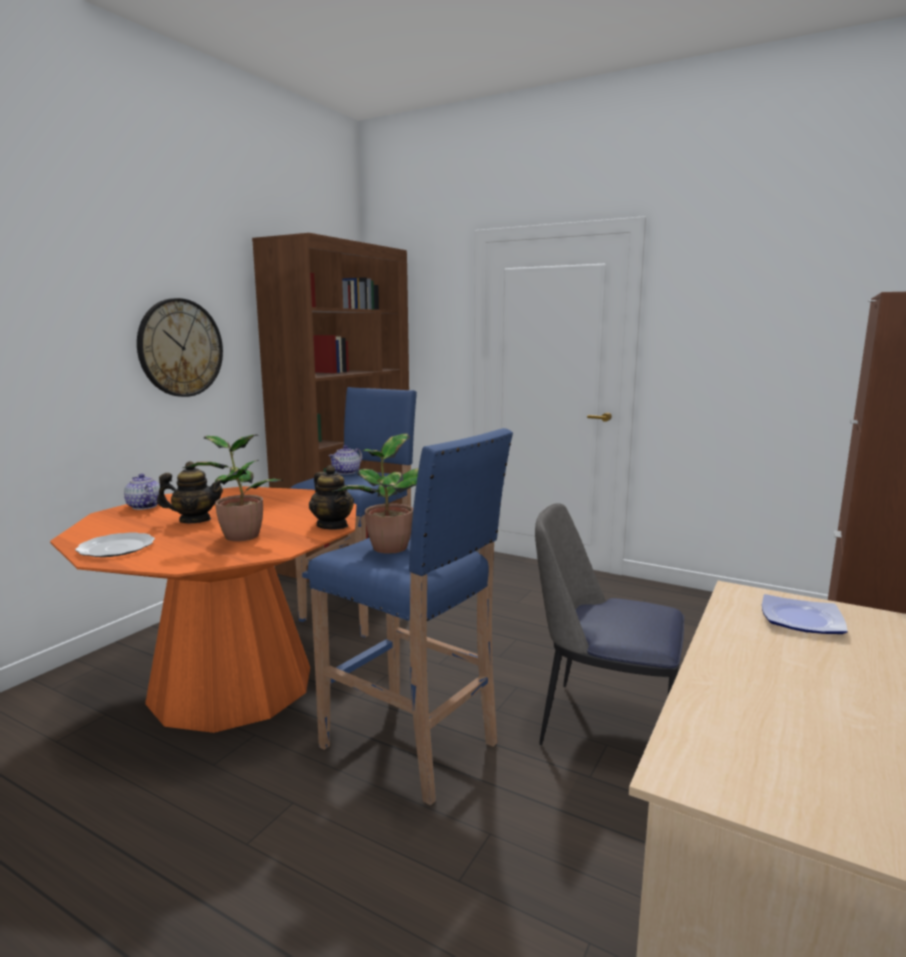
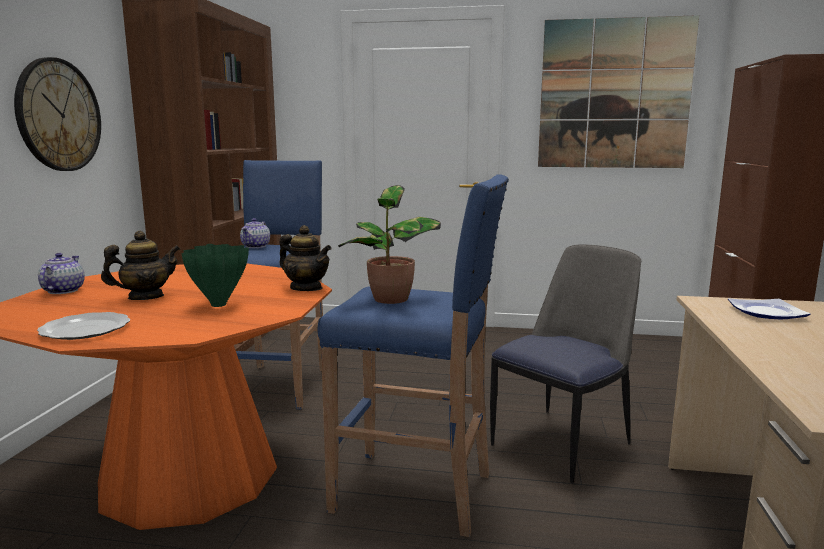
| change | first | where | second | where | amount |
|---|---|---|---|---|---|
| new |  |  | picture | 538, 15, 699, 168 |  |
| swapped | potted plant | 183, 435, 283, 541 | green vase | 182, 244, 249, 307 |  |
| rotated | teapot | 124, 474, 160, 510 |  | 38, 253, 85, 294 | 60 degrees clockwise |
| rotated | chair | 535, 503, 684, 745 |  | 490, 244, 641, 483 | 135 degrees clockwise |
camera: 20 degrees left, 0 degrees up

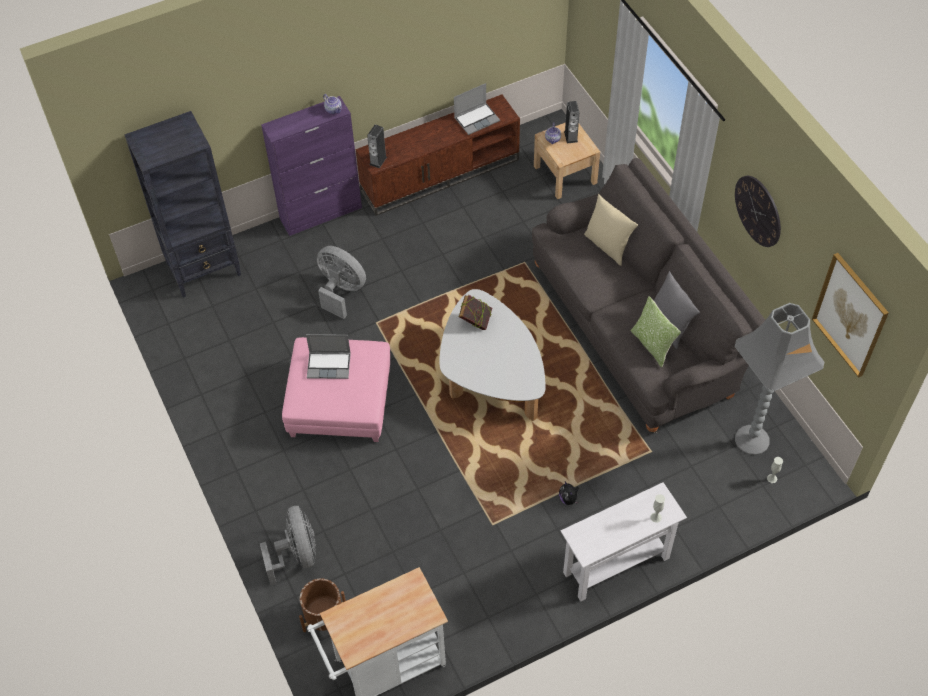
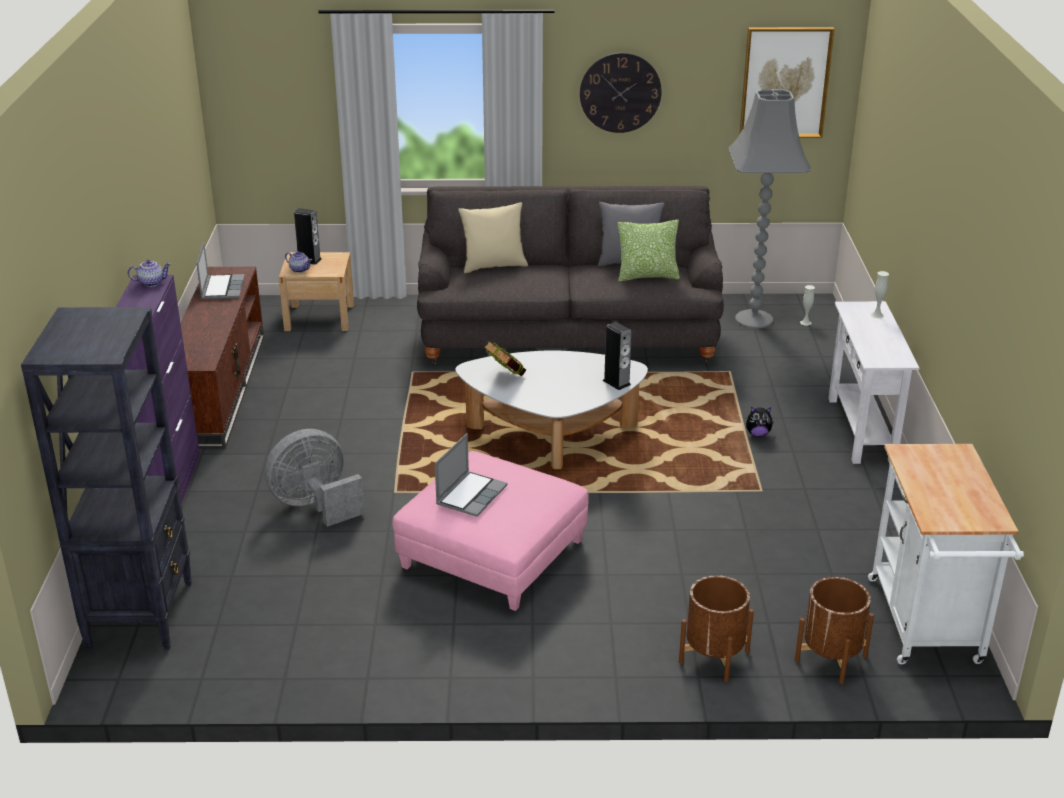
| change | first | where | second | where | amount |
|---|---|---|---|---|---|
| shifted | speaker | 367, 124, 387, 168 |  | 603, 322, 632, 390 |  |
| swapped | grey fan | 260, 506, 316, 585 | brown planter | 679, 575, 754, 682 |  |
camera: 65 degrees left, 25 degrees down

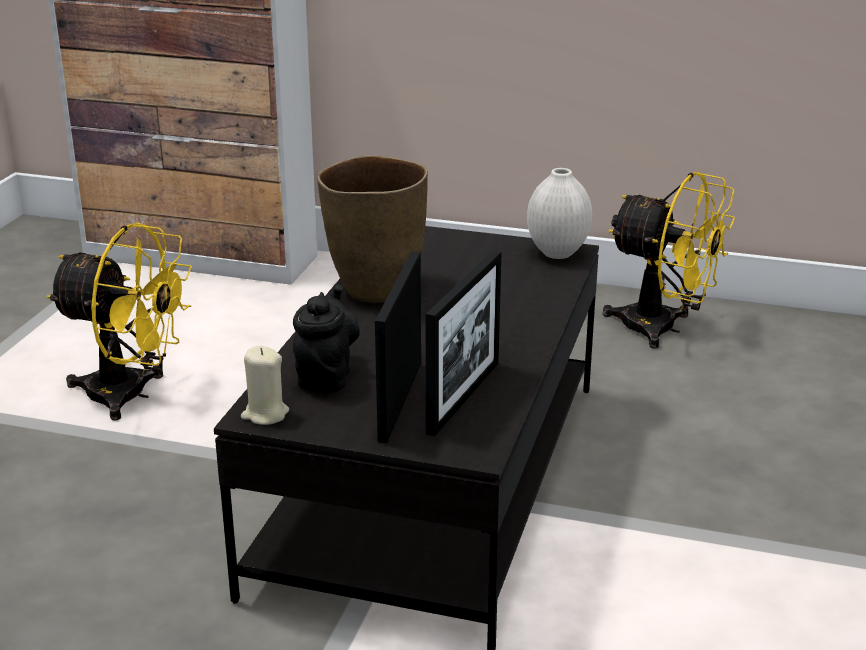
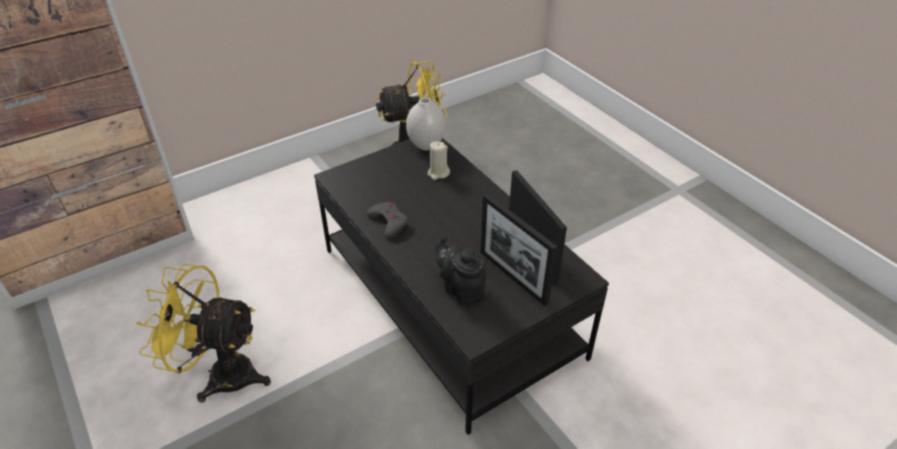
| change | first | where | second | where | amount |
|---|---|---|---|---|---|
| shifted | beige candle | 241, 345, 289, 425 |  | 427, 141, 450, 180 |  |
| swapped | brown vase | 317, 155, 428, 303 | grey game controller | 366, 202, 408, 239 |  |
| rotated | yellow fan | 46, 223, 192, 421 |  | 136, 264, 271, 402 | 135 degrees counterclockwise |
camera: 50 degrees left, 15 degrees up

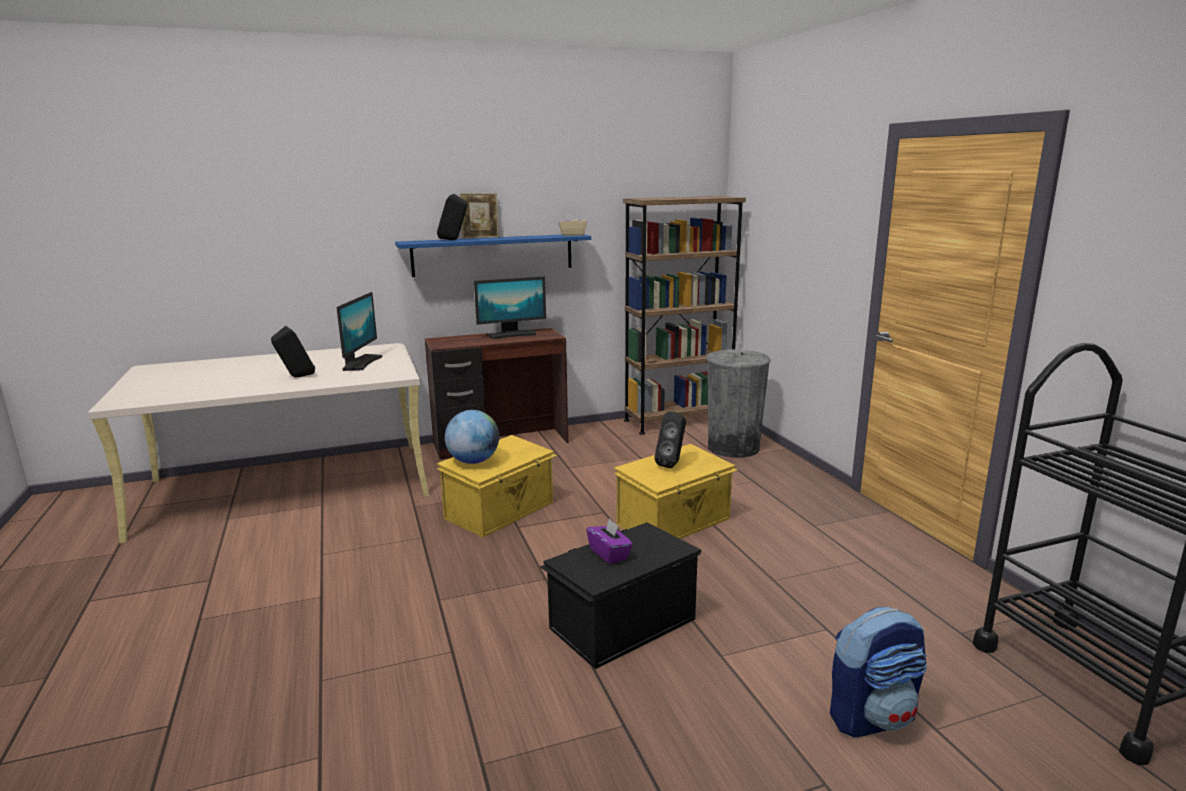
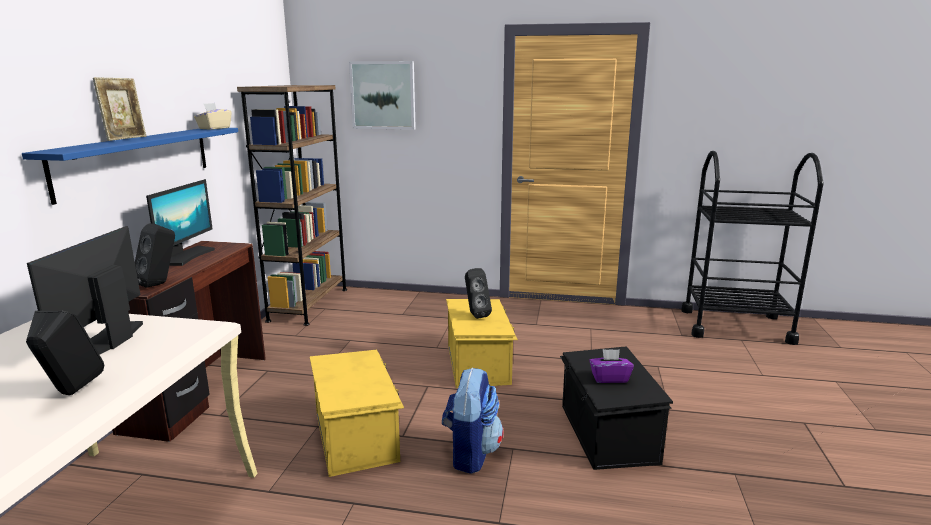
| change | first | where | second | where | amount |
|---|---|---|---|---|---|
| gone | globe | 445, 410, 499, 464 |  |  |  |
| gone | grey trash can | 706, 349, 771, 458 |  |  |  |
| new |  |  | picture | 349, 61, 416, 130 |  |
| shifted | black speaker | 437, 194, 468, 240 |  | 135, 224, 175, 288 |  |
| shifted | backpack | 830, 607, 927, 737 |  | 442, 368, 504, 474 |  |
| rotated | monitor | 337, 292, 382, 371 |  | 27, 226, 143, 355 | 120 degrees counterclockwise |
camera: 60 degrees left, 0 degrees up

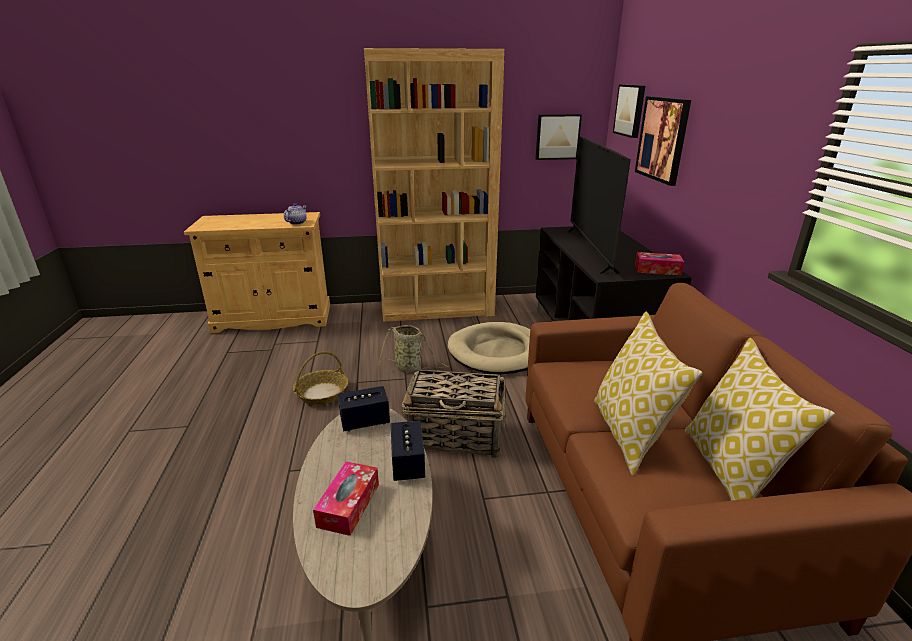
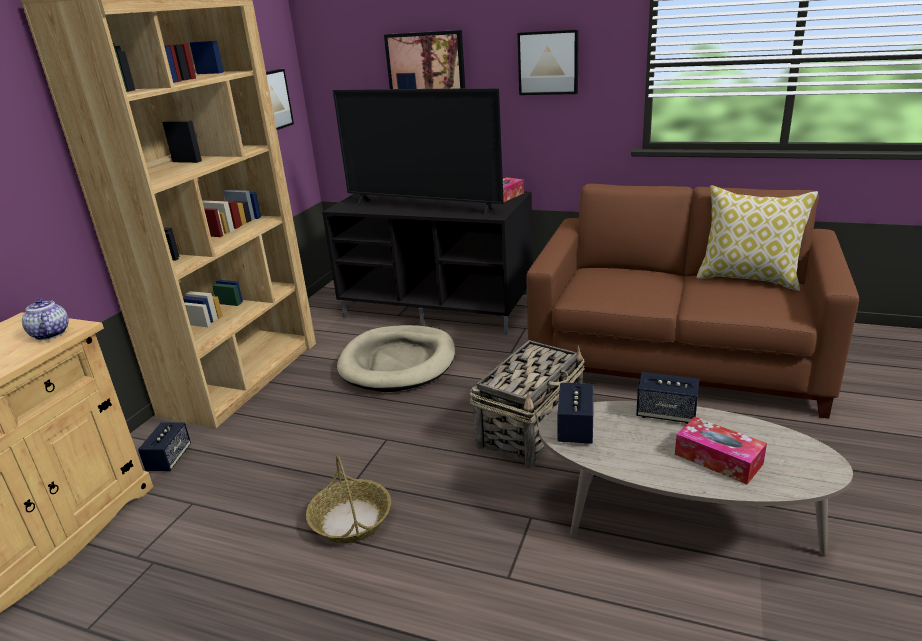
| change | first | where | second | where | amount |
|---|---|---|---|---|---|
| gone | basket | 378, 325, 449, 372 |  |  |  |
| gone | pillow | 594, 312, 703, 476 |  |  |  |
| new |  |  | speaker | 138, 423, 191, 471 |  |
| shifted | picture | 613, 84, 645, 138 |  | 518, 29, 579, 95 |  |
camera: 60 degrees left, 0 degrees up

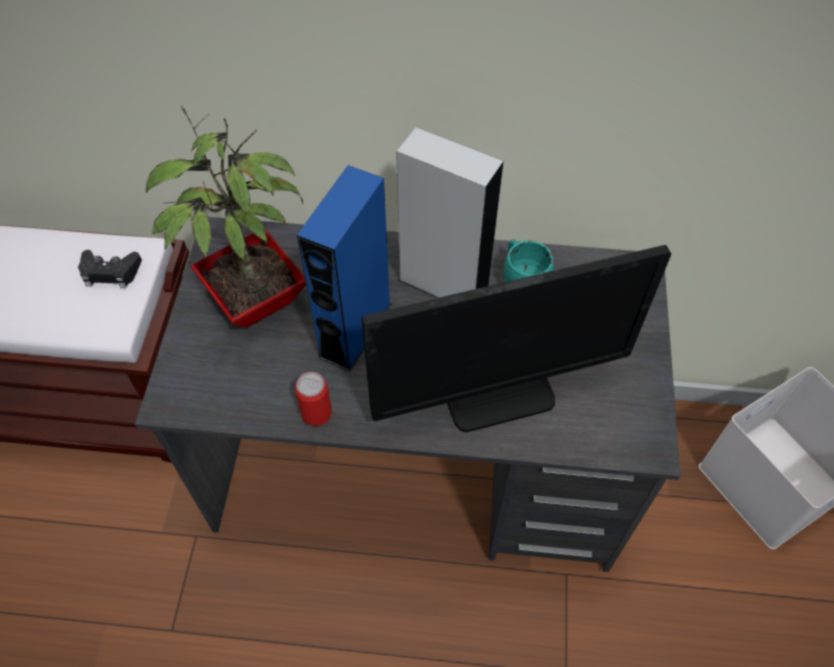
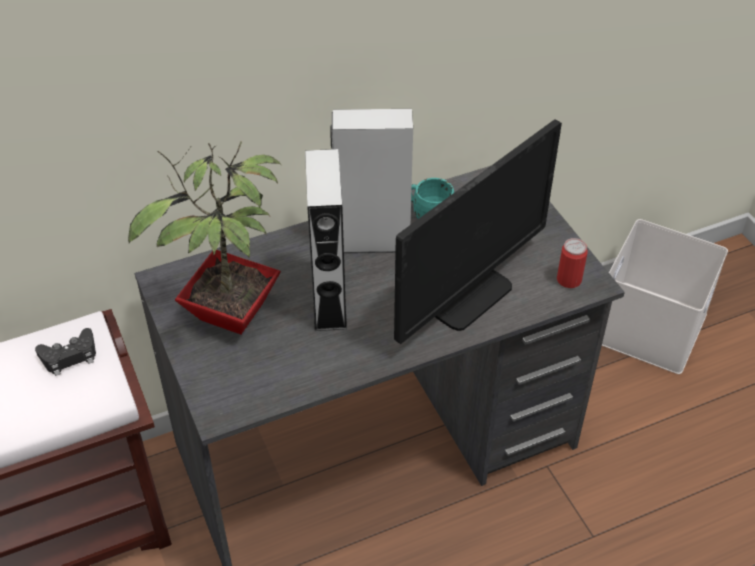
| change | first | where | second | where | amount |
|---|---|---|---|---|---|
| shifted | can | 295, 372, 332, 426 |  | 557, 238, 588, 288 |  |
| repainted | blue speaker | 297, 165, 391, 372 | grey speaker | 305, 149, 347, 331 |  |
camera: 30 degrees left, 10 degrees down

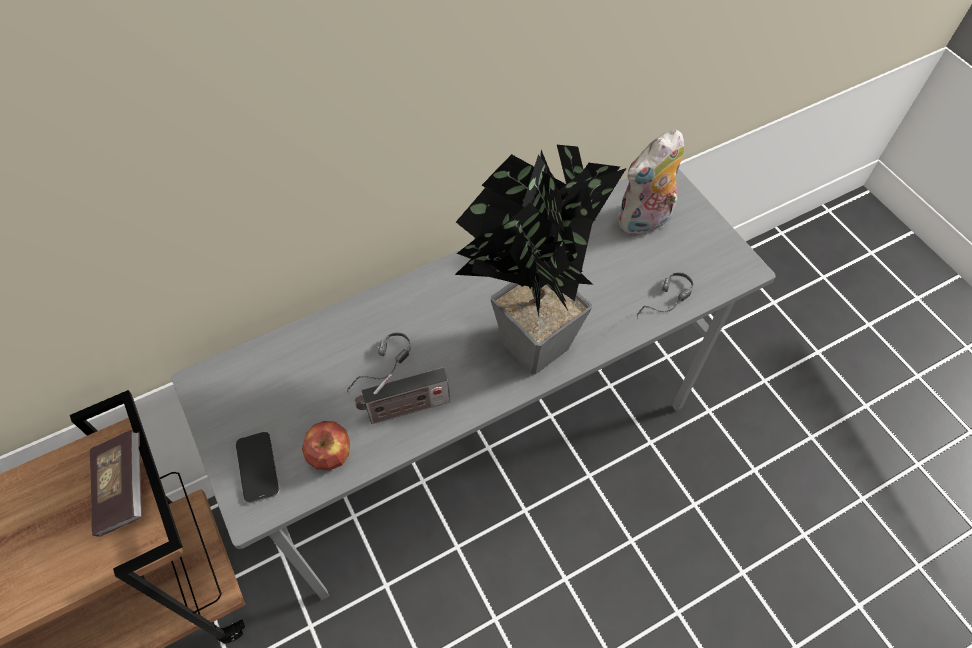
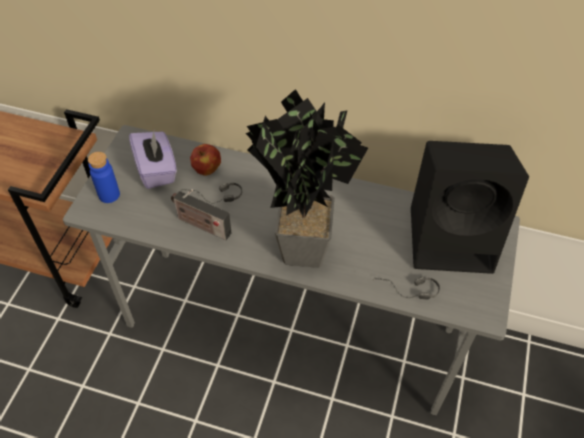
| change | first | where | second | where | amount |
|---|---|---|---|---|---|
| gone | book | 90, 430, 143, 537 |  |  |  |
| new |  |  | purple tissue box | 129, 131, 177, 189 |  |
| shifted | apple | 302, 421, 350, 470 |  | 190, 144, 221, 176 |  |
| swapped | phone | 236, 432, 280, 503 | blue bottle | 88, 152, 120, 203 |  |
| swapped | plush toy | 618, 130, 684, 238 | black speaker | 411, 141, 529, 274 |  |
camera: 45 degrees right, 5 degrees down

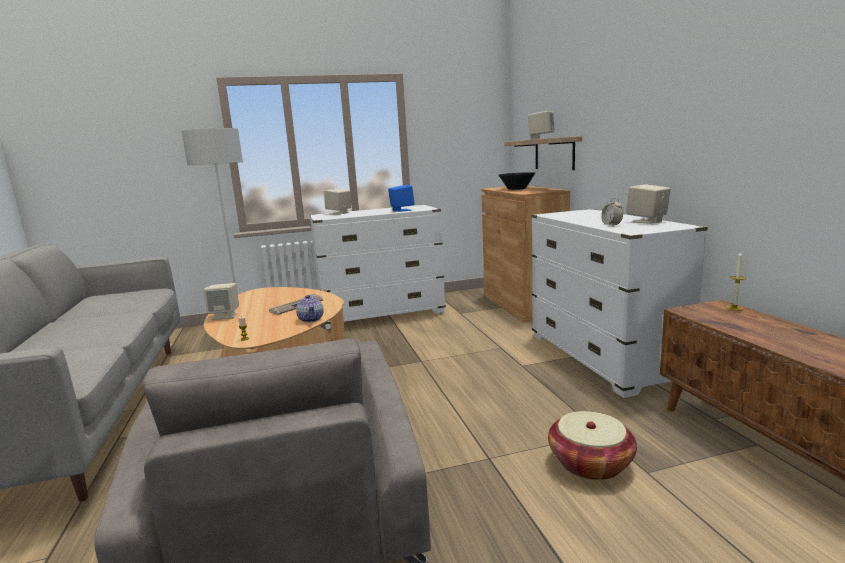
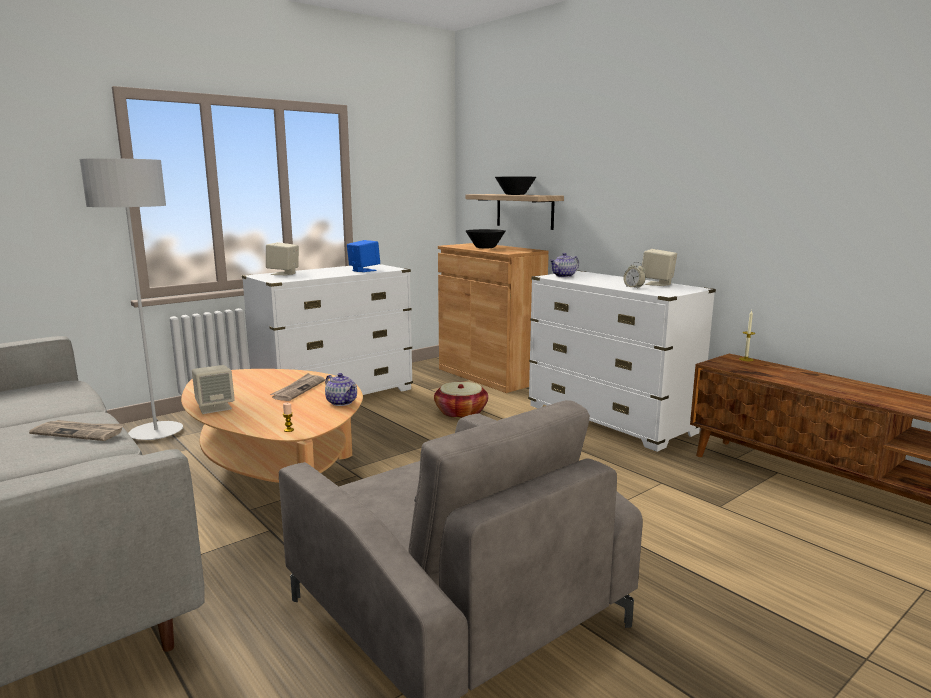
| change | first | where | second | where | amount |
|---|---|---|---|---|---|
| new |  |  | newspaper | 29, 420, 125, 441 |  |
| new |  |  | teapot | 549, 253, 579, 277 |  |
| shifted | basket | 548, 411, 637, 480 |  | 434, 382, 488, 419 |  |
| swapped | beige speaker | 528, 111, 555, 139 | black bowl | 495, 177, 536, 195 |  |
camera: 25 degrees left, 0 degrees up

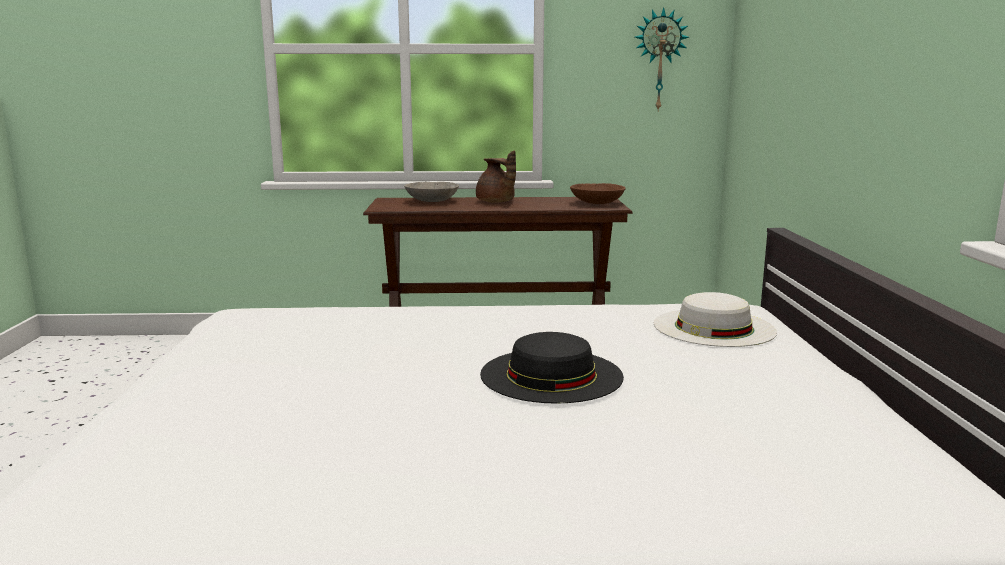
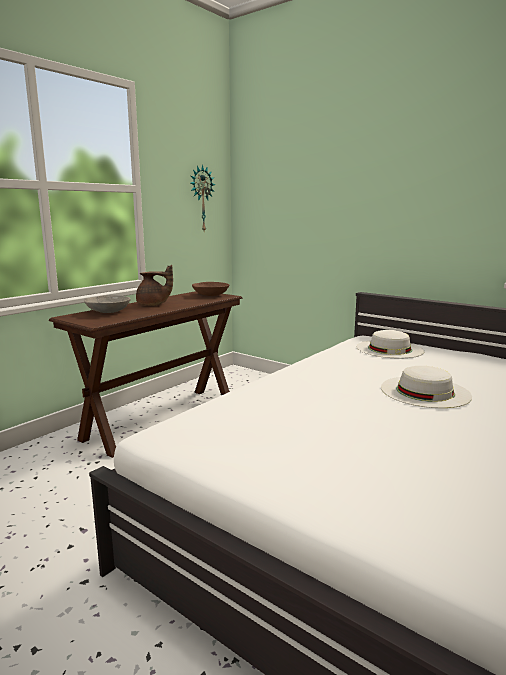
| change | first | where | second | where | amount |
|---|---|---|---|---|---|
| repainted | black hat | 480, 332, 624, 404 | white hat | 381, 366, 472, 408 |  |
camera: 50 degrees left, 0 degrees up

